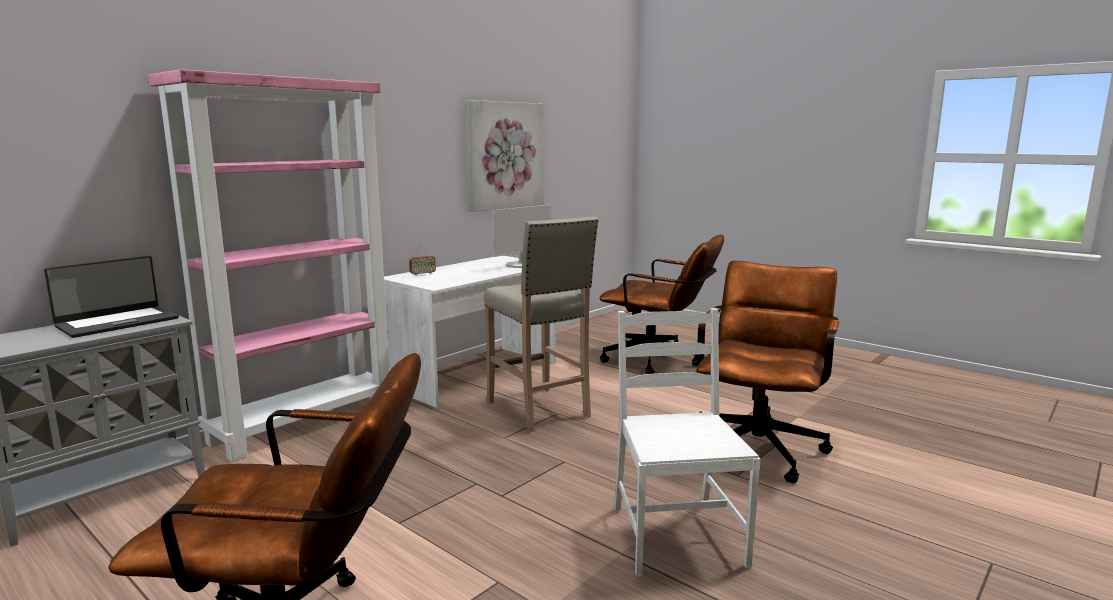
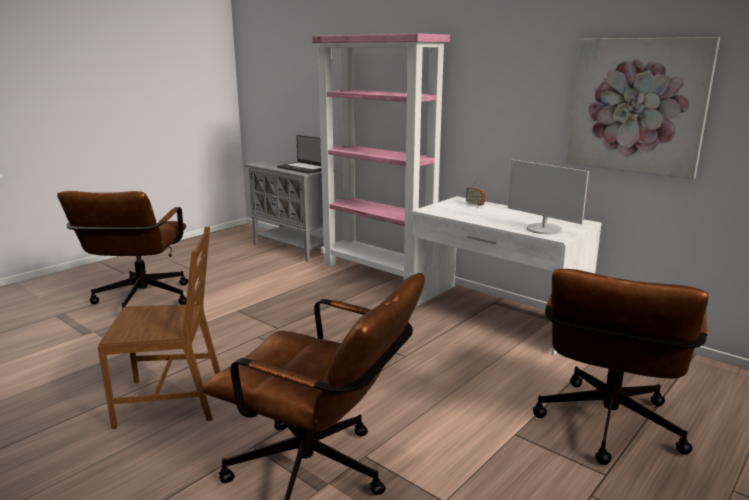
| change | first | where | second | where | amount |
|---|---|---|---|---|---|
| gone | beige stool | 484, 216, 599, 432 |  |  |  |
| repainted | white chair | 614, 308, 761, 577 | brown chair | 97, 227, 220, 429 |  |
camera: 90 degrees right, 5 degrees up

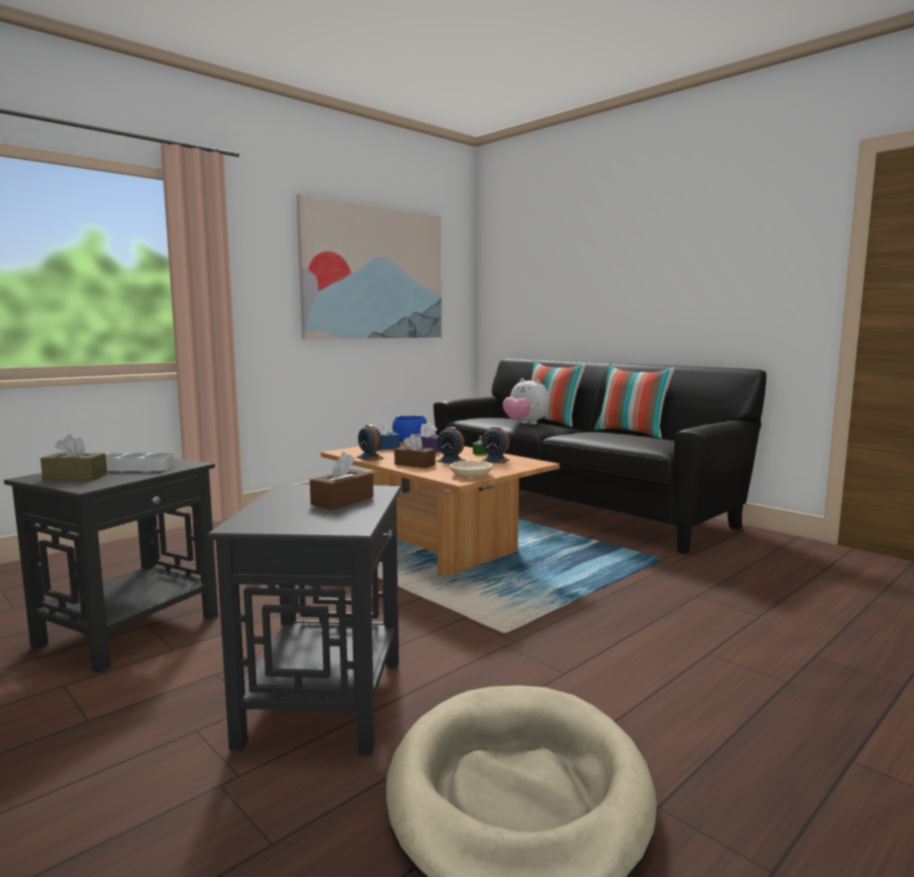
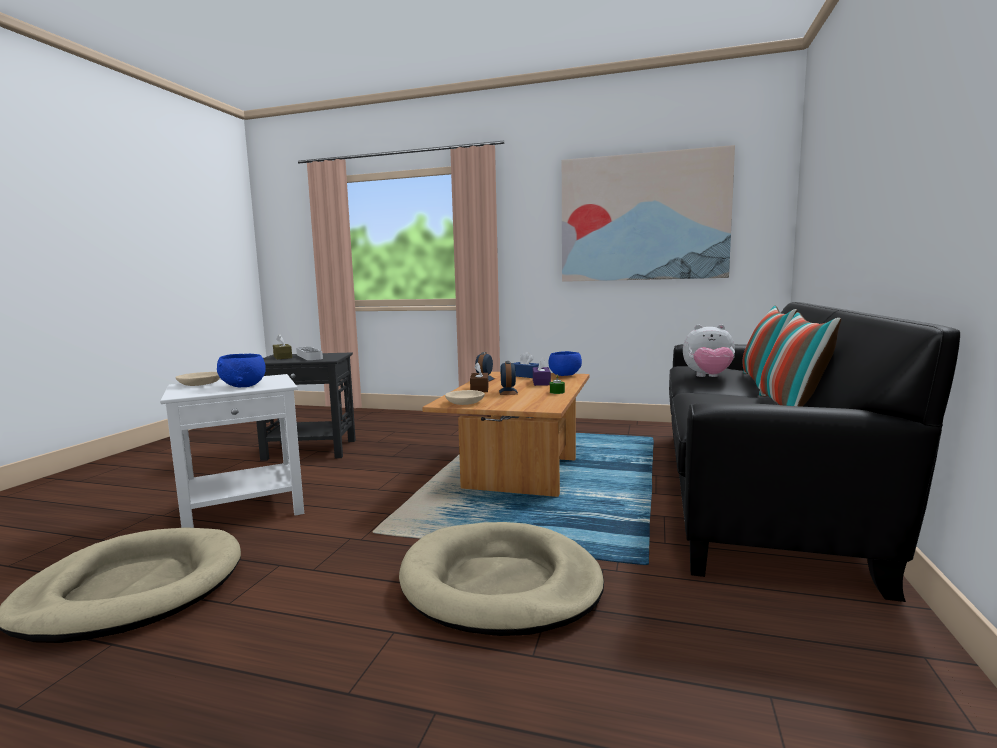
| change | first | where | second | where | amount |
|---|---|---|---|---|---|
| gone | alarm clock | 482, 426, 510, 464 |  |  |  |
| new |  |  | beige bowl | 175, 372, 220, 386 |  |
| new |  |  | beige dog bed | 399, 522, 604, 636 |  |
| swapped | brown tissue box | 310, 452, 374, 510 | blue bowl | 217, 354, 266, 387 |  |
| repainted | black side table | 207, 484, 401, 755 | white side table | 160, 374, 304, 528 |  |
| rotated | plush toy | 503, 378, 549, 424 |  | 683, 324, 735, 377 | 90 degrees counterclockwise |
camera: 60 degrees right, 0 degrees up

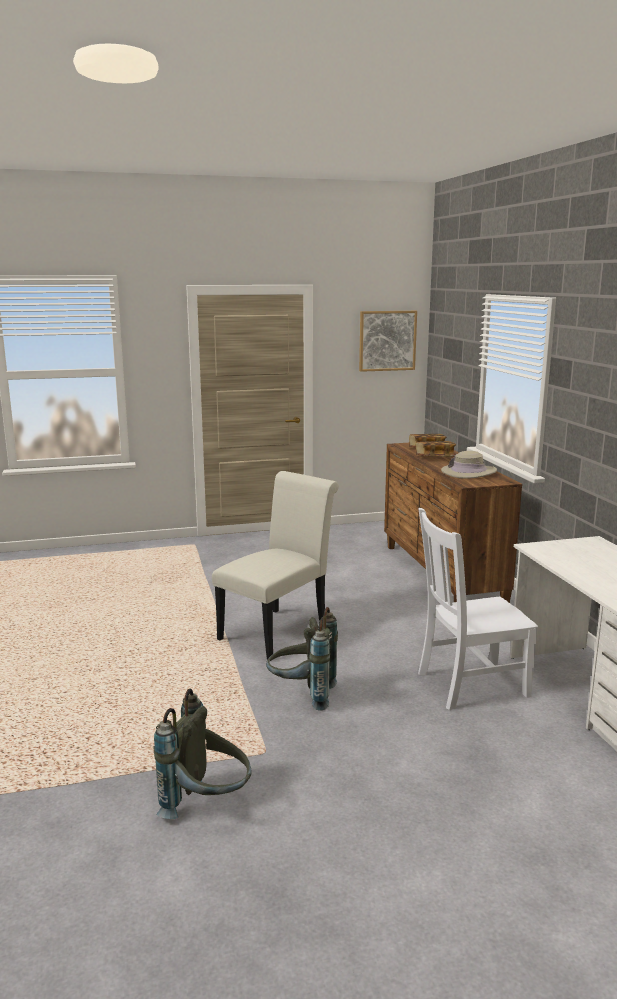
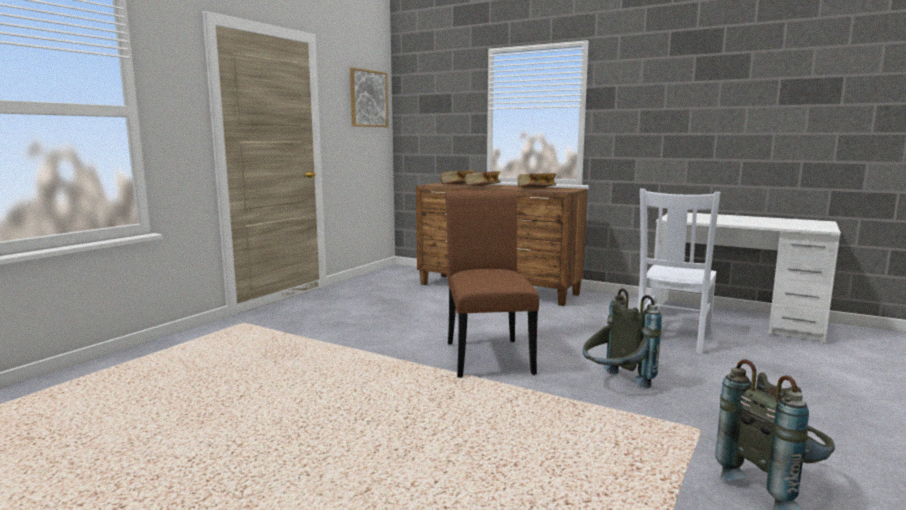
| change | first | where | second | where | amount |
|---|---|---|---|---|---|
| swapped | beige hat | 441, 451, 497, 479 | book | 518, 173, 556, 187 |  |
| repainted | white chair | 212, 471, 339, 660 | brown chair | 445, 190, 539, 378 |  |
camera: 45 degrees left, 5 degrees down

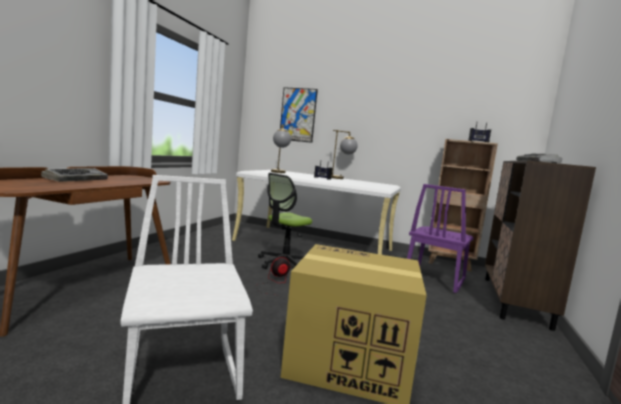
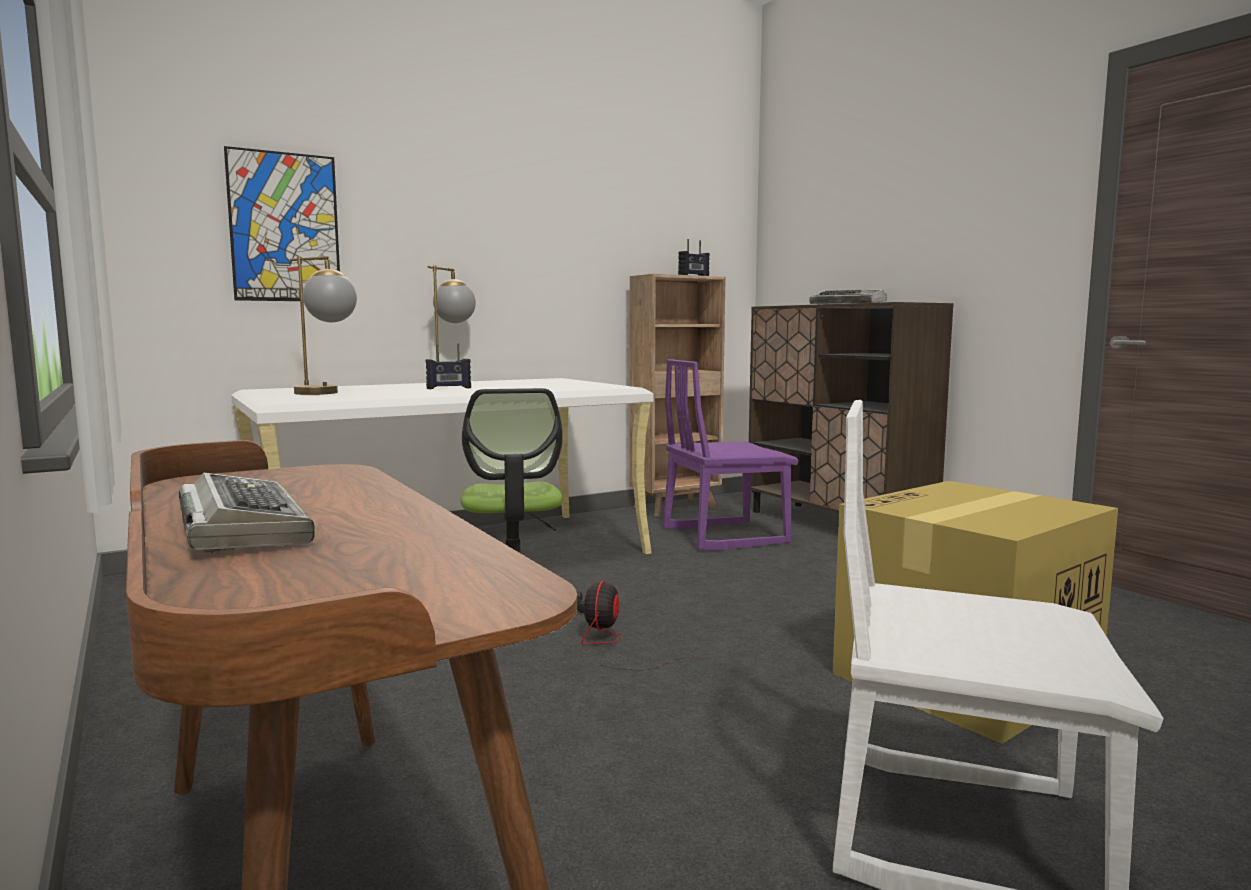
| change | first | where | second | where | amount |
|---|---|---|---|---|---|
| rotated | purple chair | 407, 184, 474, 293 |  | 663, 359, 798, 551 | 90 degrees clockwise |
camera: 50 degrees left, 0 degrees up

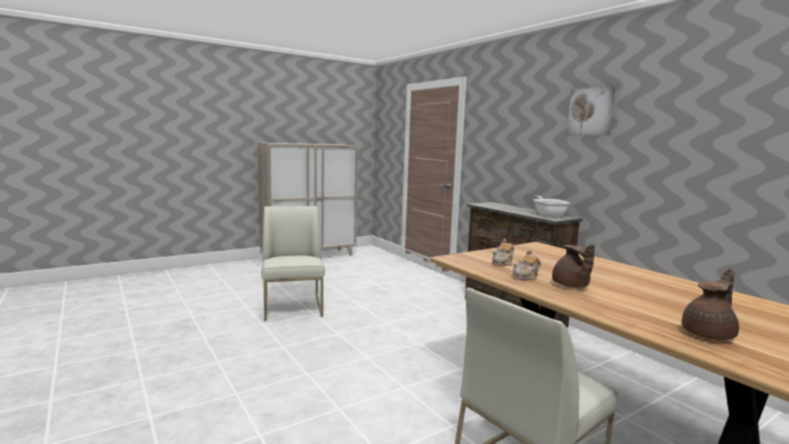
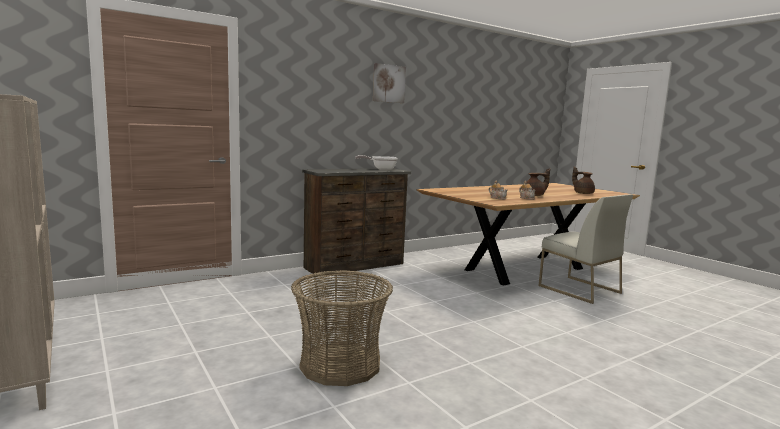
| change | first | where | second | where | amount |
|---|---|---|---|---|---|
| swapped | white chair | 261, 206, 325, 321 | basket | 291, 270, 393, 386 |  |
camera: 90 degrees left, 0 degrees up

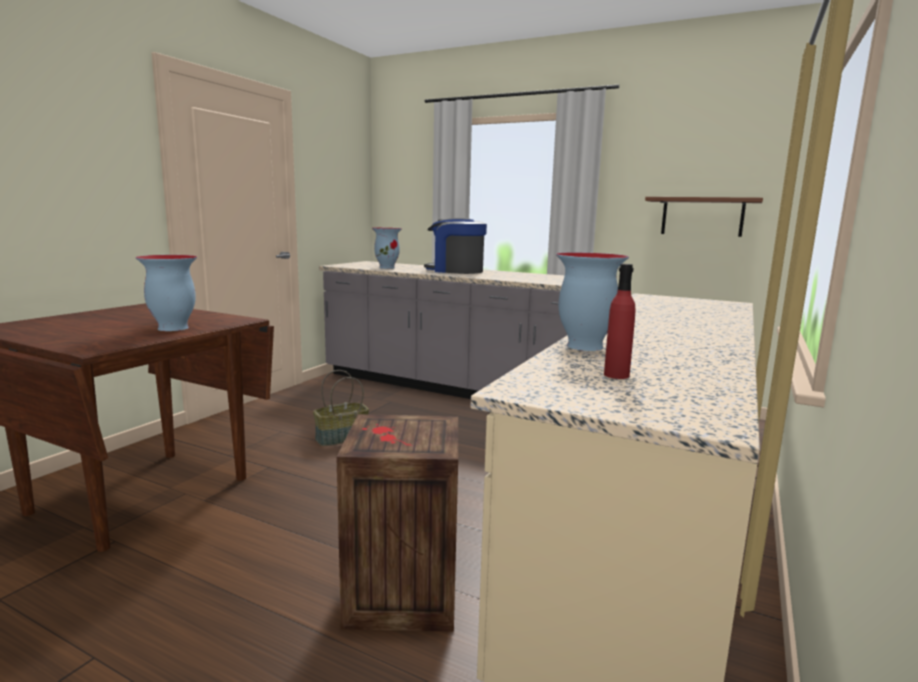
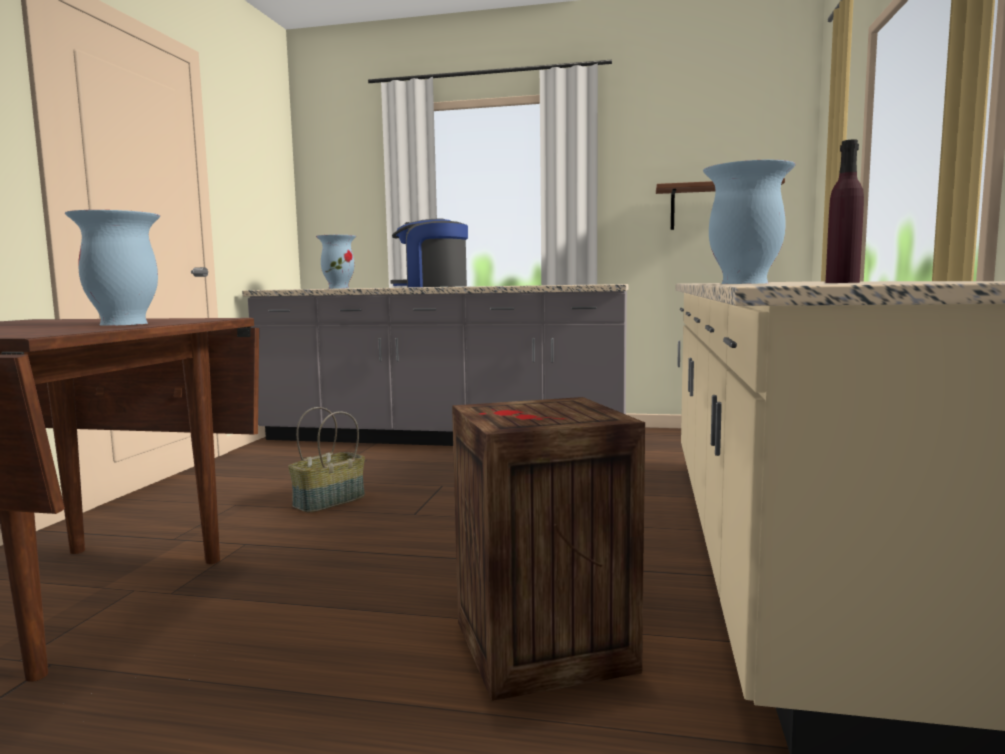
| change | first | where | second | where | amount |
|---|---|---|---|---|---|
| repainted | red bottle | 604, 264, 636, 379 | purple bottle | 826, 139, 864, 283 |  |
camera: 15 degrees left, 5 degrees down

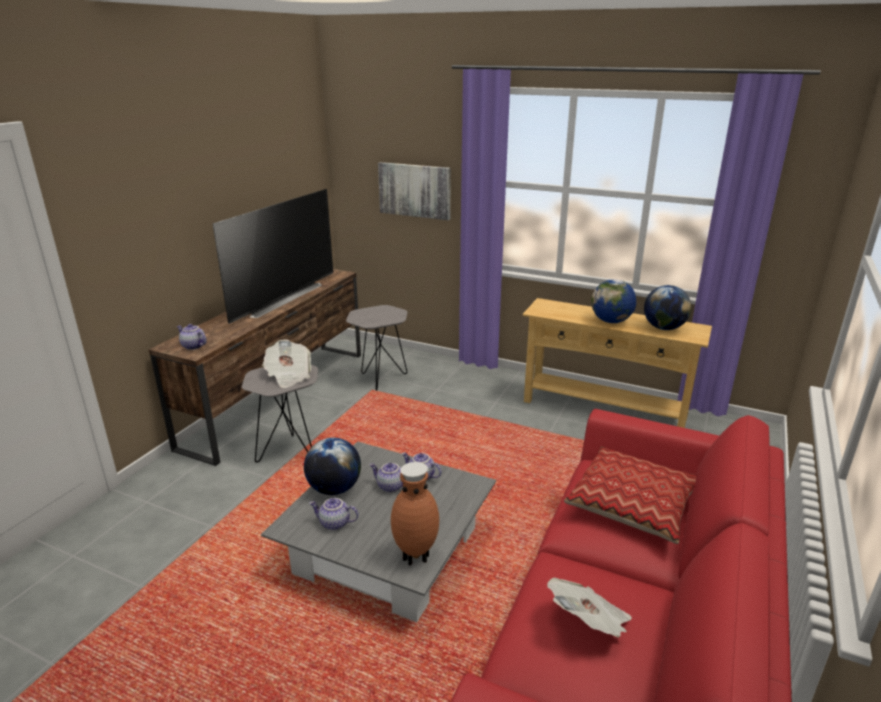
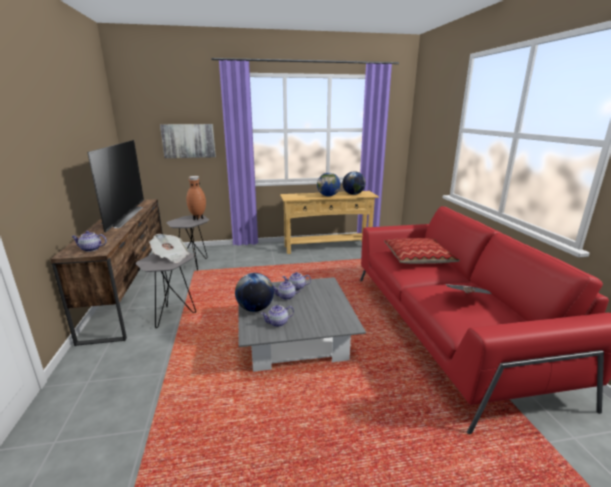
| change | first | where | second | where | amount |
|---|---|---|---|---|---|
| shifted | brown vase | 391, 462, 439, 566 |  | 186, 176, 206, 220 |  |
camera: 35 degrees left, 5 degrees down

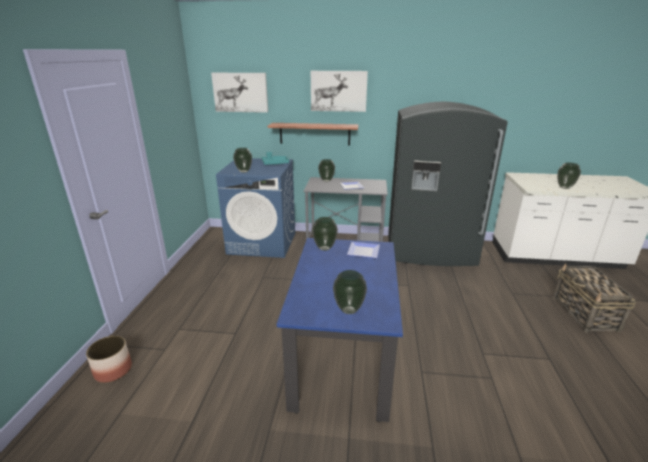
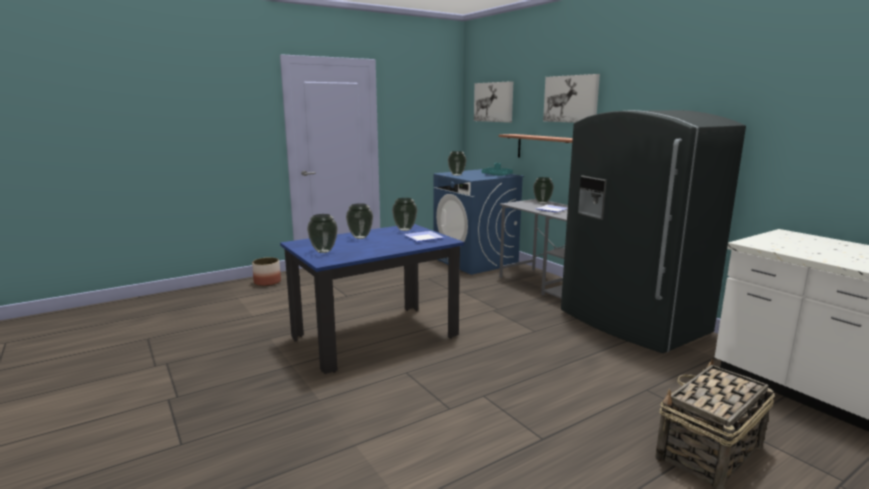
| change | first | where | second | where | amount |
|---|---|---|---|---|---|
| shifted | vase | 557, 163, 581, 189 |  | 346, 203, 373, 239 |  |
camera: 50 degrees right, 10 degrees down

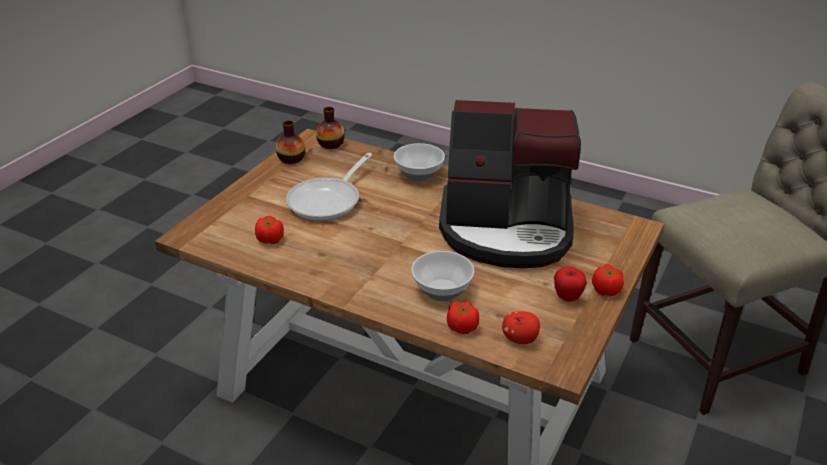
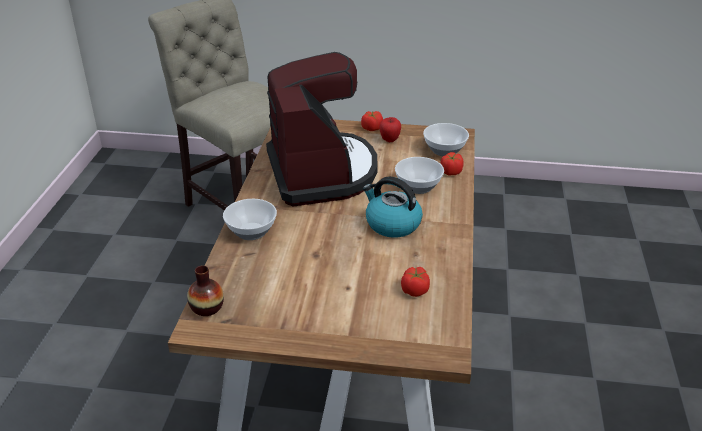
| change | first | where | second | where | amount |
|---|---|---|---|---|---|
| gone | vase | 276, 120, 305, 164 |  |  |  |
| gone | frying pan | 286, 153, 373, 221 |  |  |  |
| new |  |  | kettle | 363, 176, 423, 238 |  |
| swapped | apple | 502, 311, 540, 344 | bowl | 423, 123, 469, 156 |  |
camera: 110 degrees left, 0 degrees up

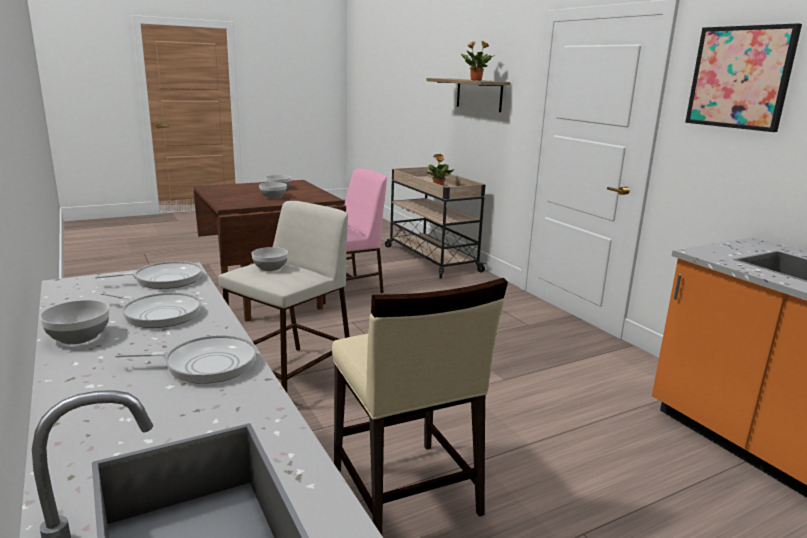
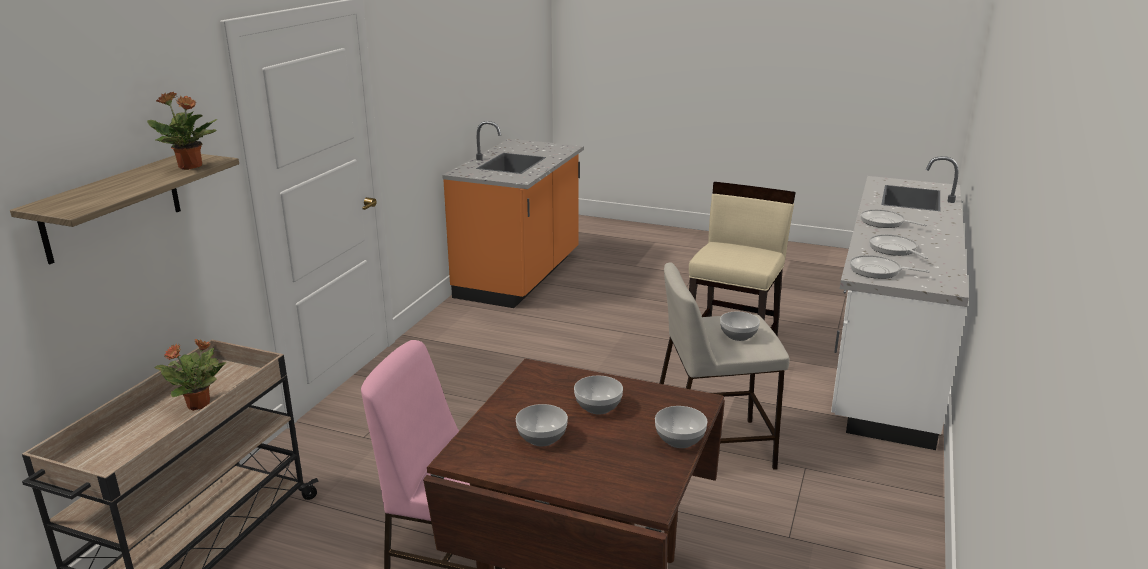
| change | first | where | second | where | amount |
|---|---|---|---|---|---|
| gone | picture | 685, 23, 802, 132 |  |  |  |
| shifted | bowl | 40, 300, 109, 344 |  | 655, 406, 708, 448 |  |
camera: 130 degrees left, 5 degrees up

